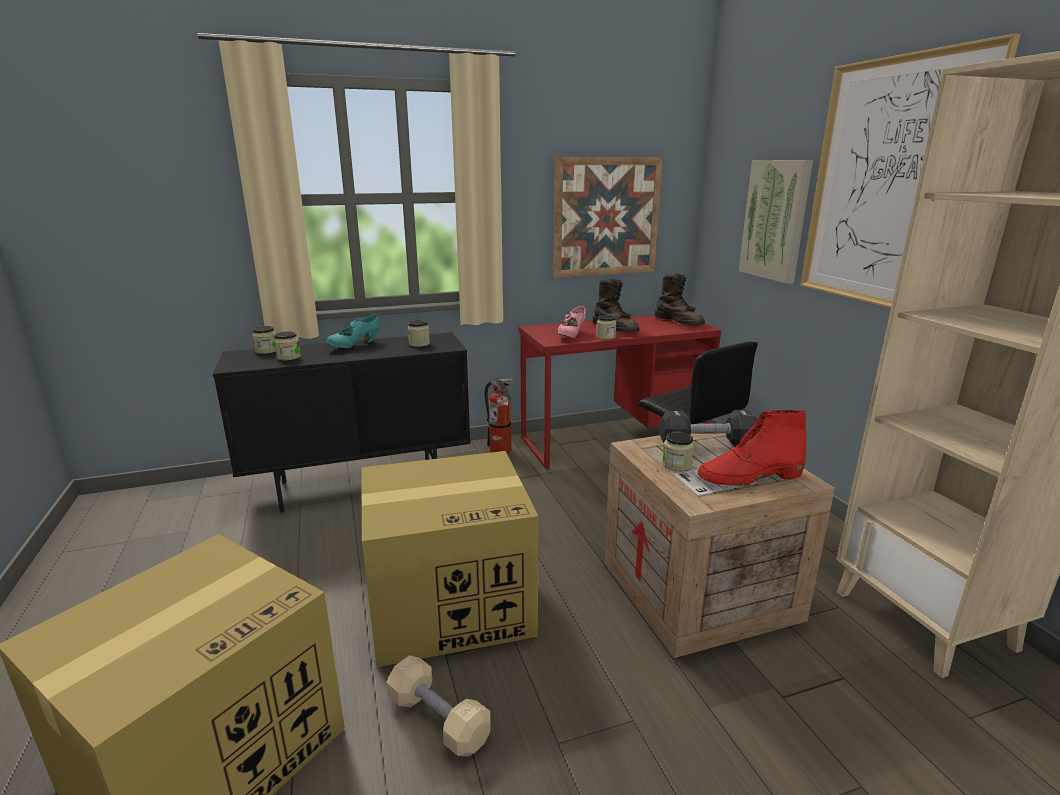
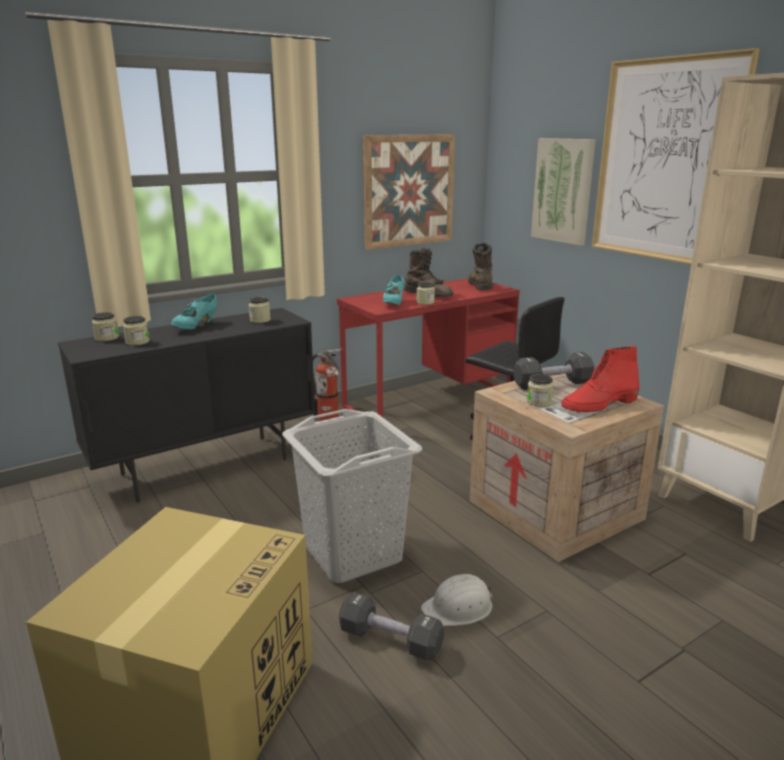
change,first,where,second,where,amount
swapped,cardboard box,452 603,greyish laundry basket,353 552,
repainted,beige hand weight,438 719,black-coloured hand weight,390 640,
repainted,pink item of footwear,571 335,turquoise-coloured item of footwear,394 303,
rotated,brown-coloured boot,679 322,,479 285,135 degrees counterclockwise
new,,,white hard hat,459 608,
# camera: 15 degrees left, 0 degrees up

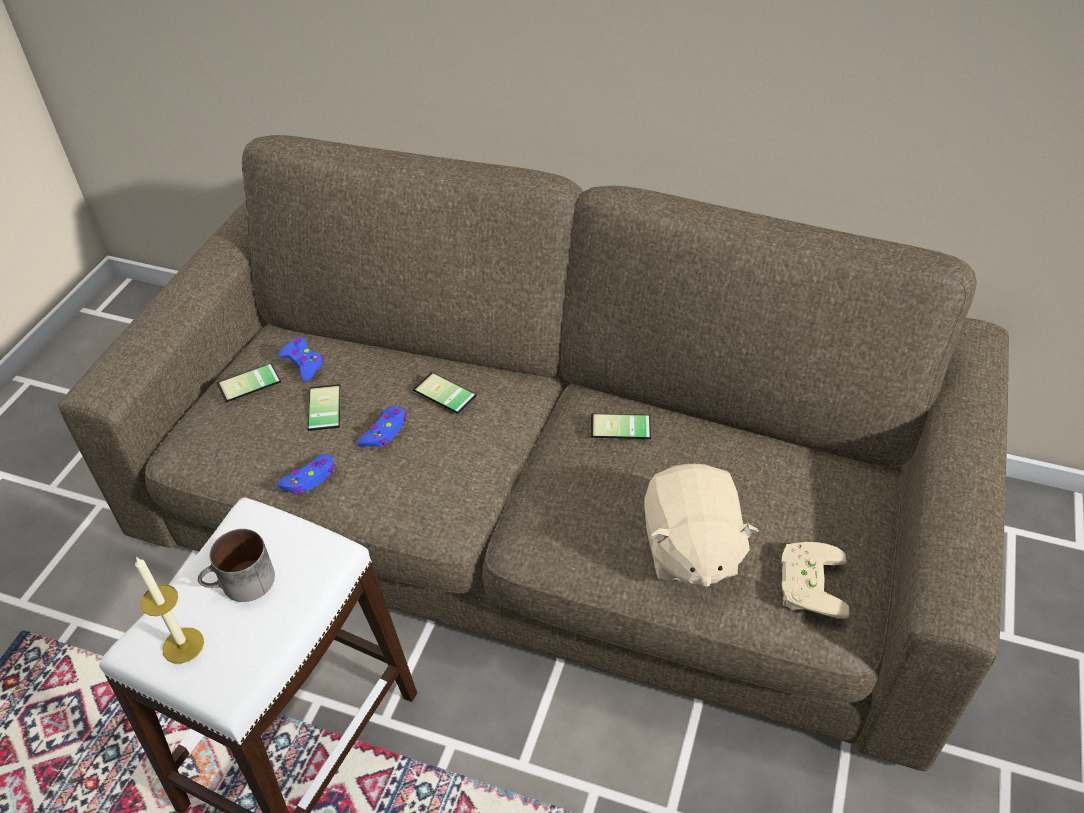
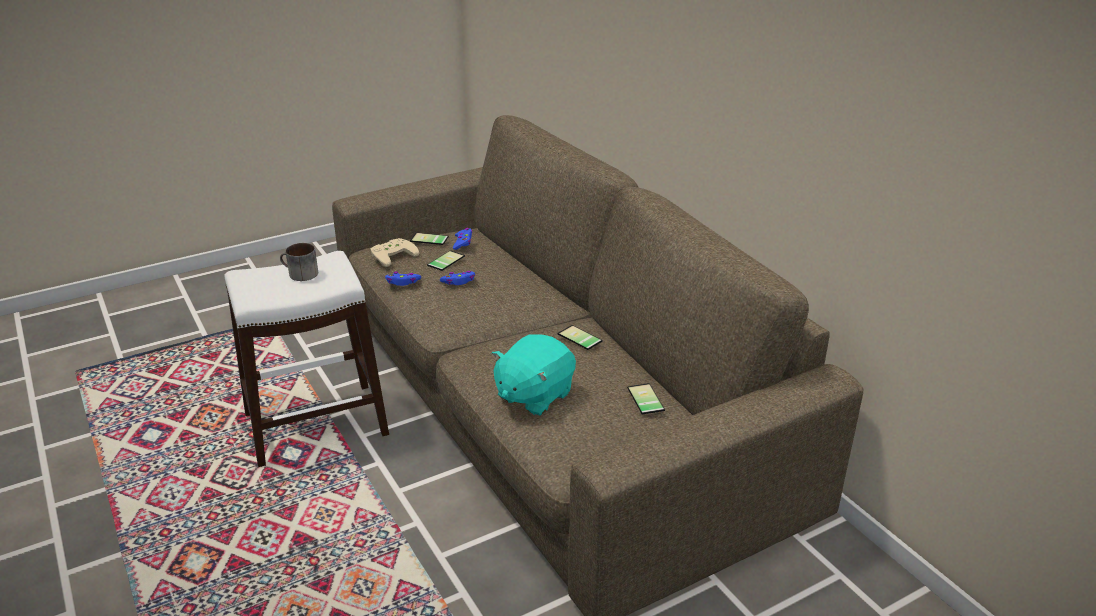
change,first,where,second,where,amount
gone,candle,183 645,,,
shifted,telephone,442 395,,643 399,
repainted,beige plush toy,689 549,turquoise-coloured plush toy,533 395,
shifted,beige game controller,806 582,,392 254,
# camera: 40 degrees right, 15 degrees down

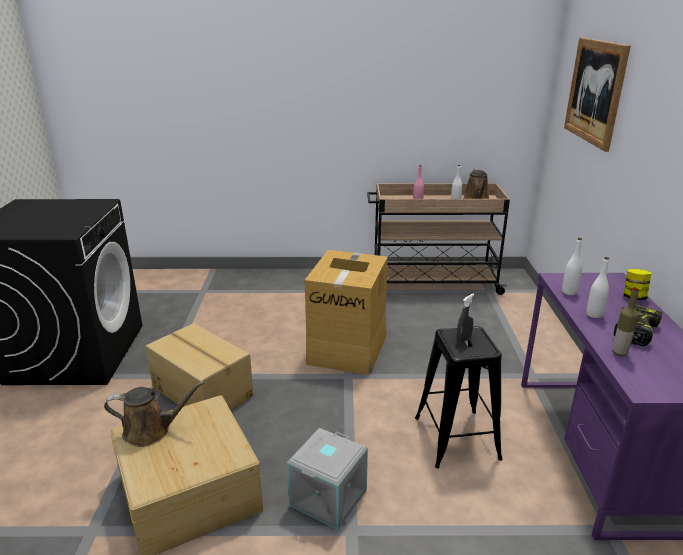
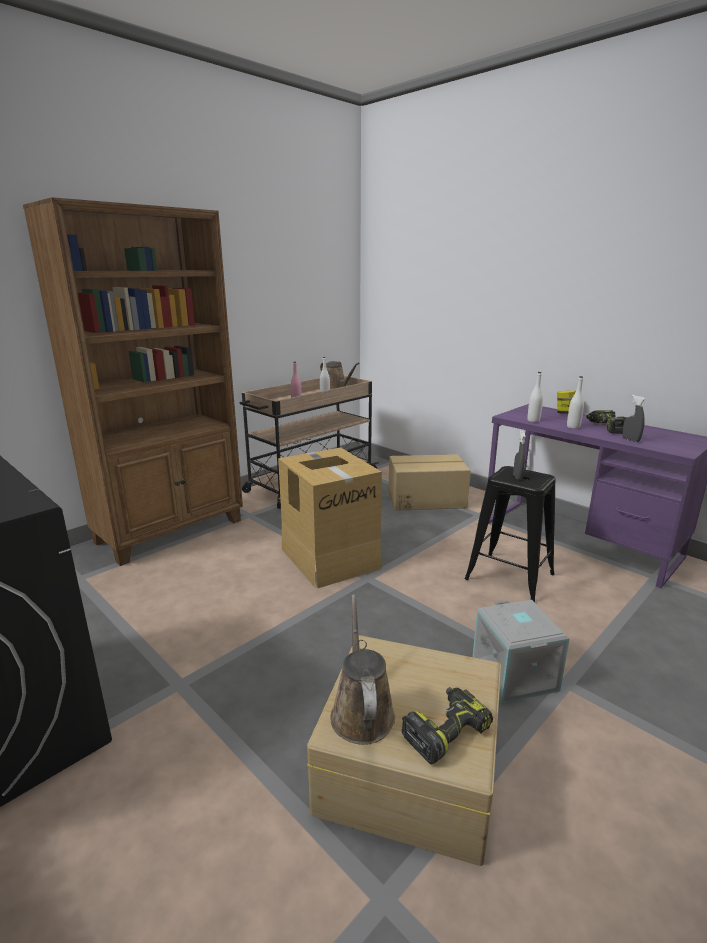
change,first,where,second,where,amount
rotated,brown-coloured watering pot,151 431,,361 711,45 degrees counterclockwise
shifted,cardboard box,203 390,,426 499,
gone,wall art,595 91,,,
swapped,beverage bottle,619 353,greyish hand sprayer,630 440,
new,,,brown-coloured shelving unit,171 531,
new,,,drill,445 730,
# camera: 45 degrees left, 5 degrees down

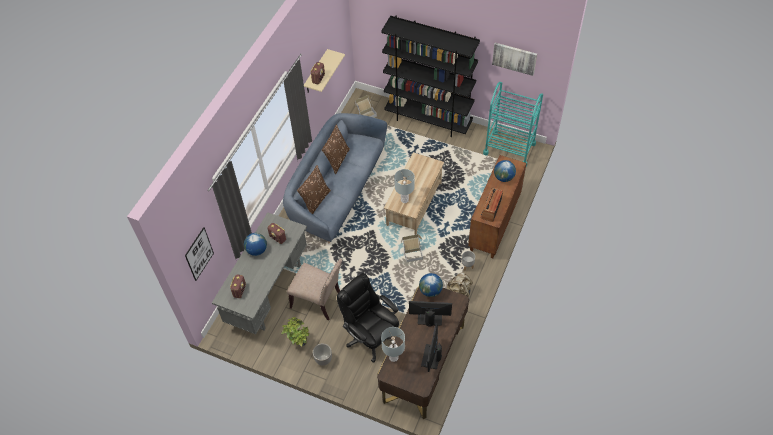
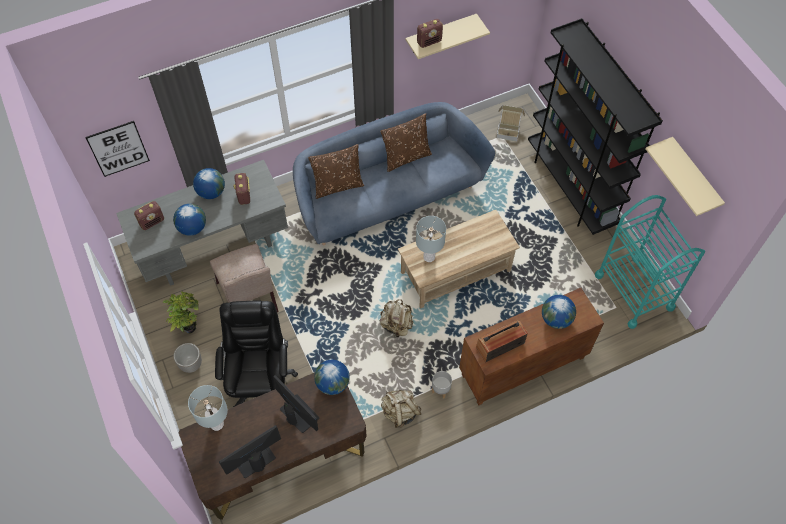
change,first,where,second,where,amount
swapped,cardboard box,412 252,beige rucksack,396 325,
swapped,wall art,514 58,beige wall shelf,694 176,
new,,,desk globe,192 228,
# camera: 40 degrees right, 5 degrees up

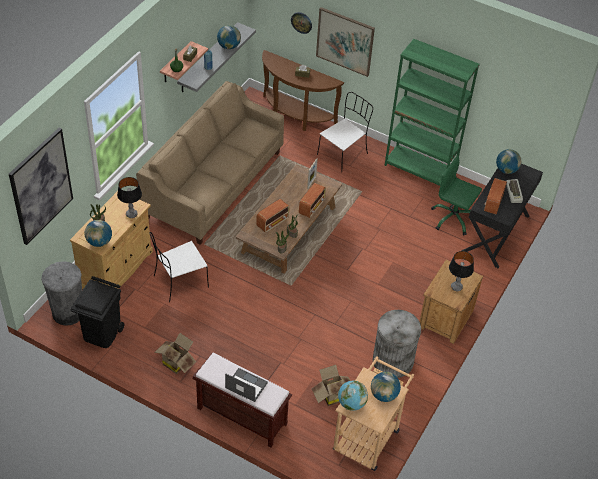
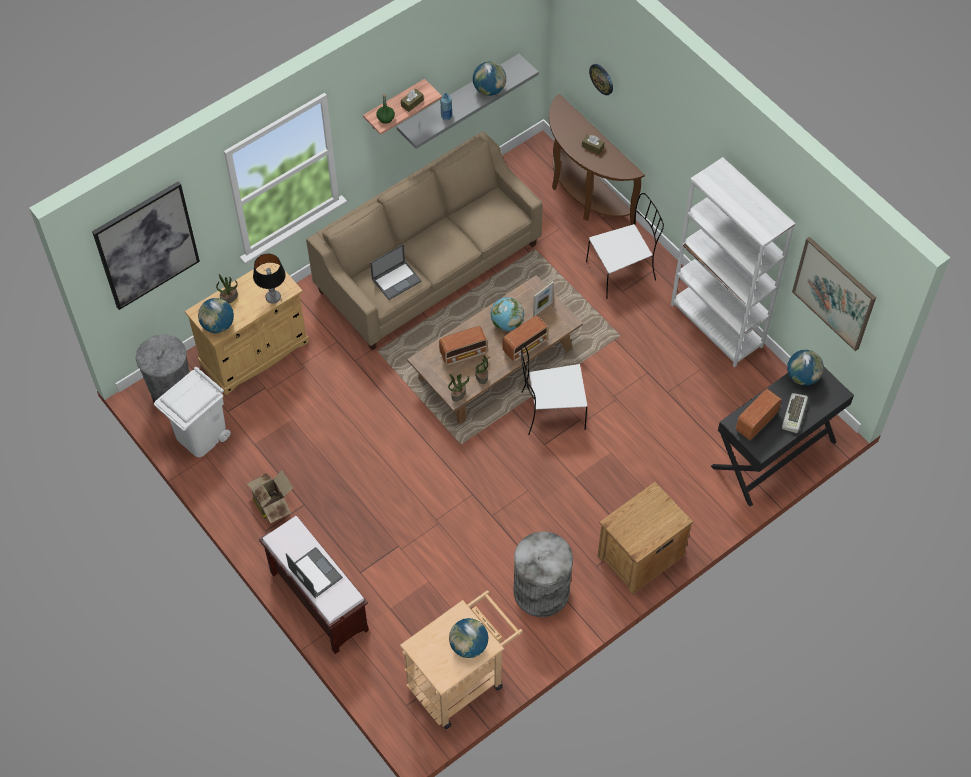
change,first,where,second,where,amount
repainted,black-coloured trash can,102 333,white trash can,201 436,
shifted,white chair,179 282,,551 411,
gone,cardboard box,331 395,,,
shifted,wall art,345 41,,834 293,
shifted,desk globe,351 403,,506 323,
repainted,greenish shelving unit,419 169,white shelving unit,716 325,
gone,greenish office chair,453 218,,,
gone,table lamp,456 287,,,
new,,,portable computer,397 280,
# camera: 25 degrees right, 10 degrees up

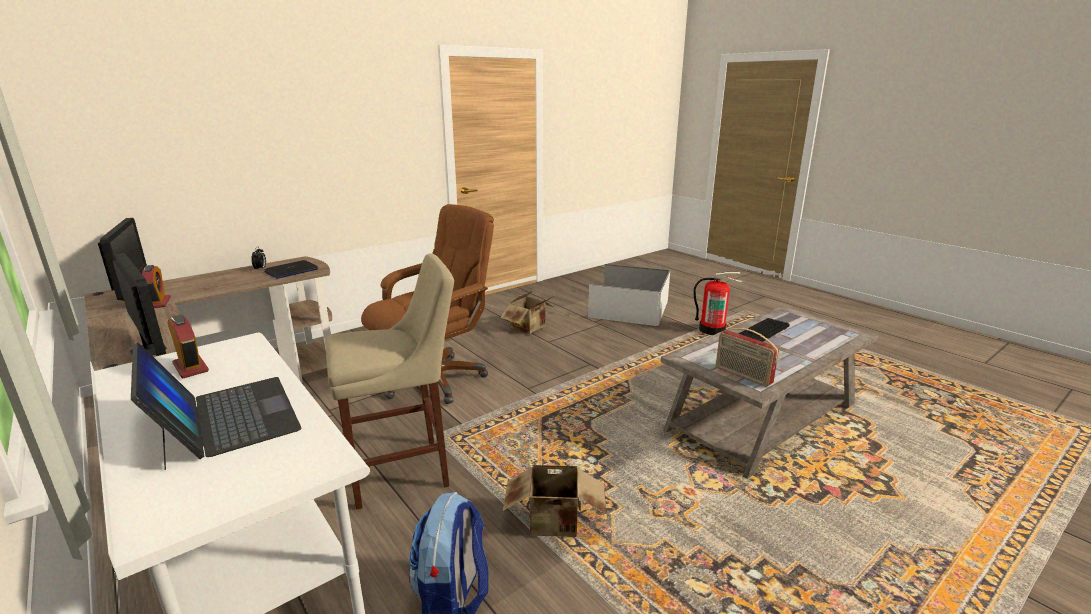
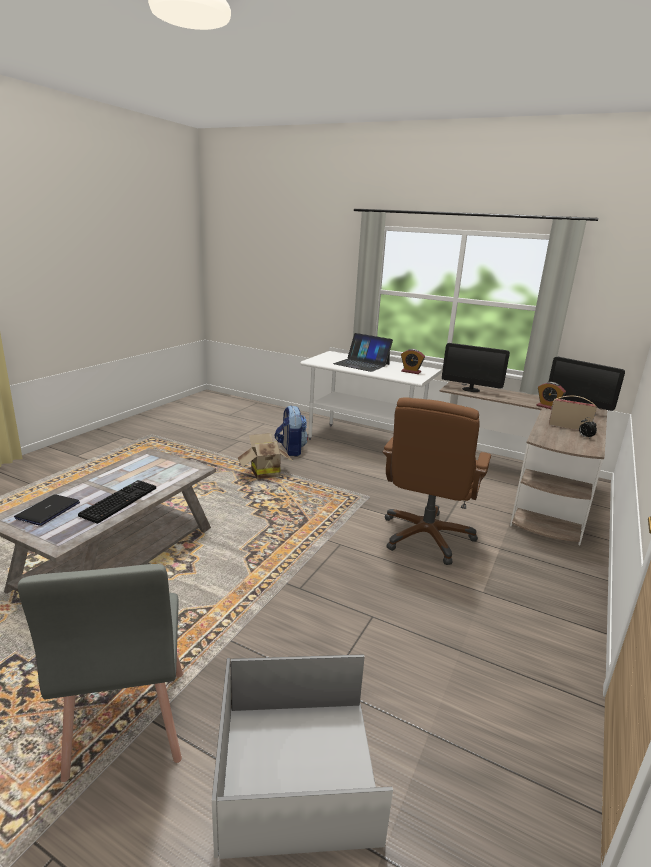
change,first,where,second,where,amount
shifted,portable computer,291 271,,48 510,
gone,beige sitting stool,404 471,,,
gone,cardboard box,530 328,,,
swapped,extinguisher,712 330,greyish chair,127 723,
shifted,radio set,742 375,,569 427,
# camera: 155 degrees right, 0 degrees up

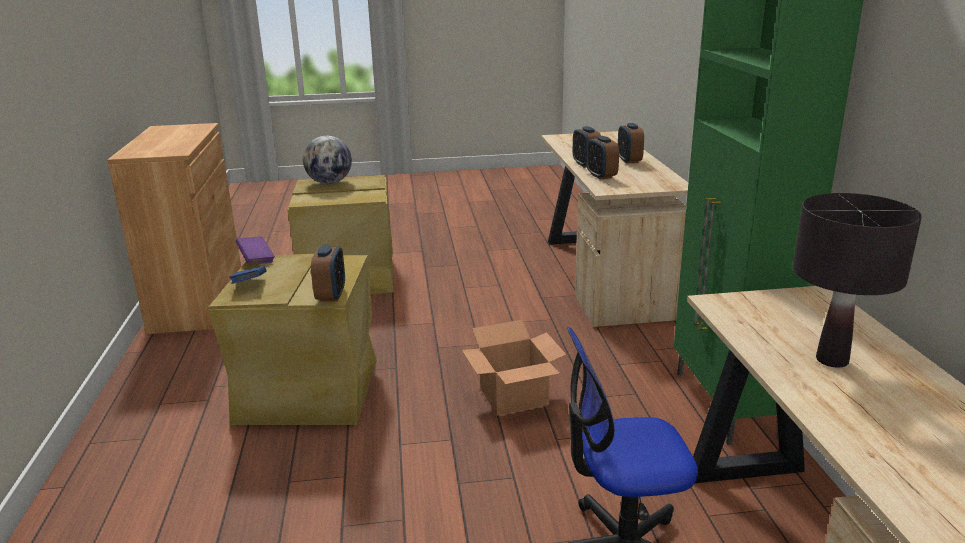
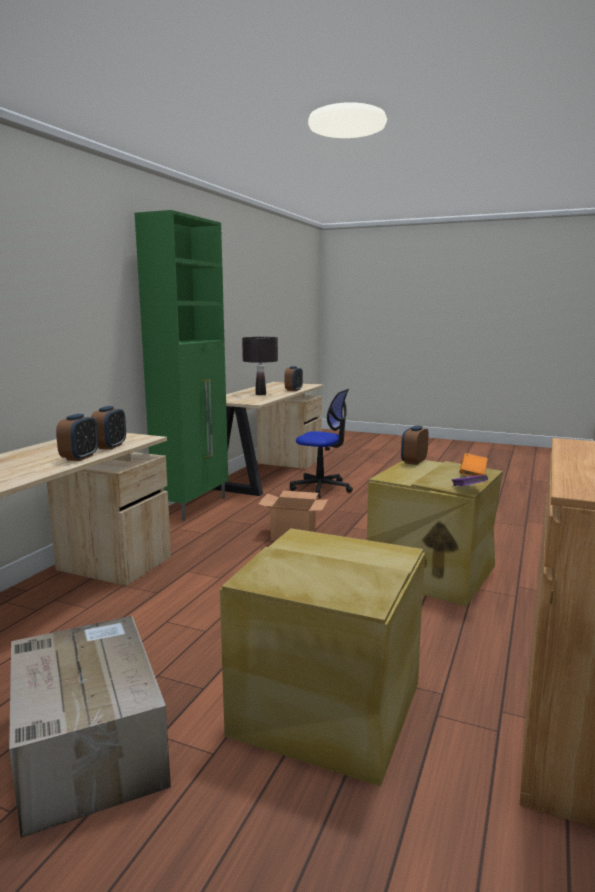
change,first,where,second,where,amount
repainted,blue-coloured volume,249 285,orange-coloured volume,473 474,
gone,desk globe,329 183,,,
shifted,alarm clock,629 160,,293 390,
new,,,cardboard box,88 744,
# camera: 150 degrees left, 10 degrees down

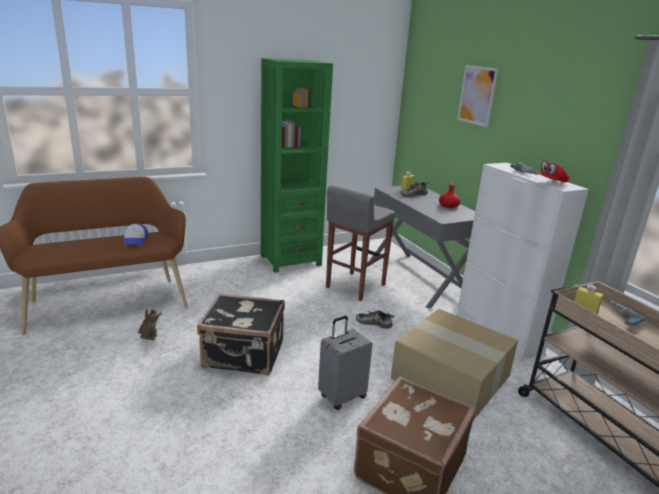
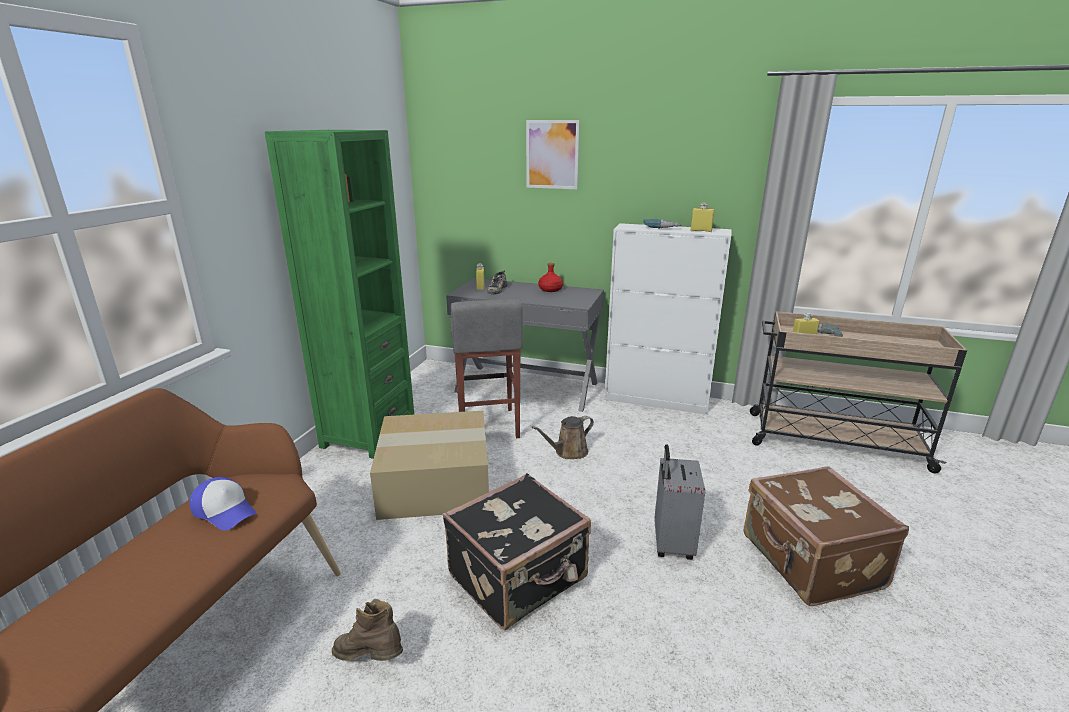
change,first,where,second,where,amount
swapped,item of footwear,374 322,brown-coloured watering pot,568 452,
shifted,cardboard box,452 376,,437 481,
swapped,red peaked cap,550 182,yellow beverage bottle,701 231,
# camera: 45 degrees left, 0 degrees up

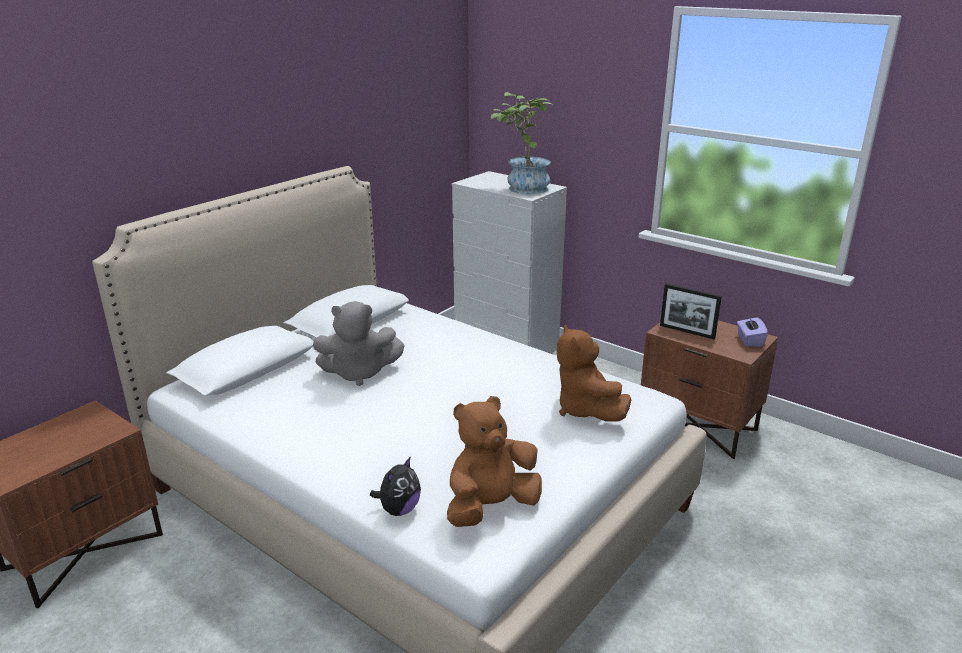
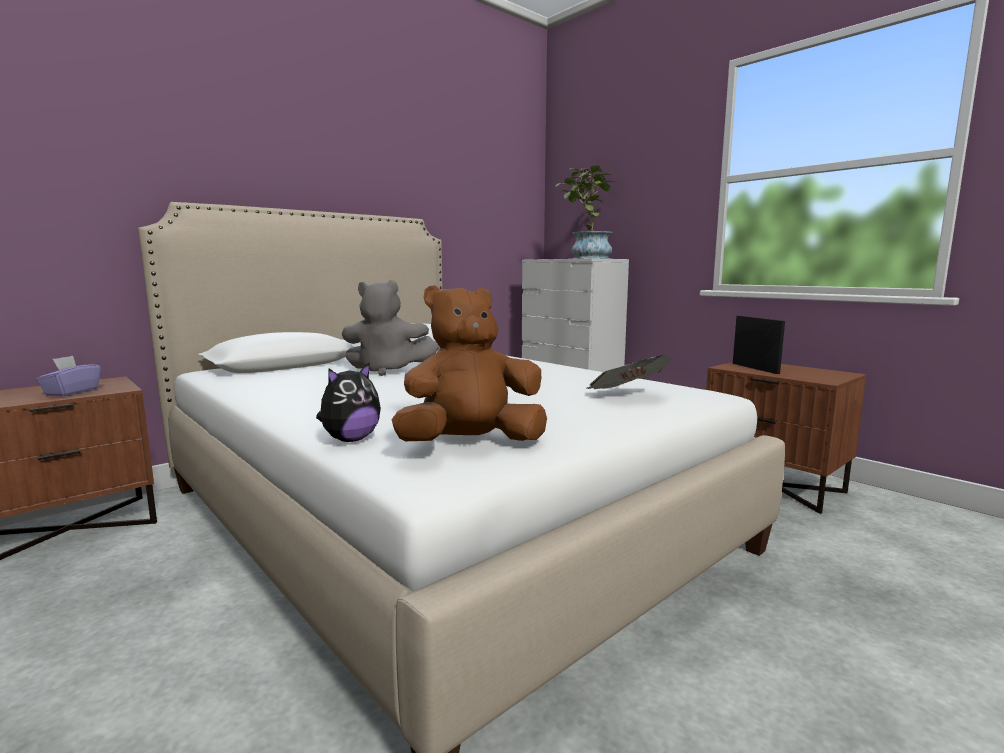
change,first,where,second,where,amount
swapped,brown-coloured plush toy,585 410,newspaper,627 396,
rotated,picture frame,687 331,,755 368,150 degrees counterclockwise
shifted,purple-coloured box of tissues,749 341,,71 392,
# camera: 10 degrees right, 15 degrees down

